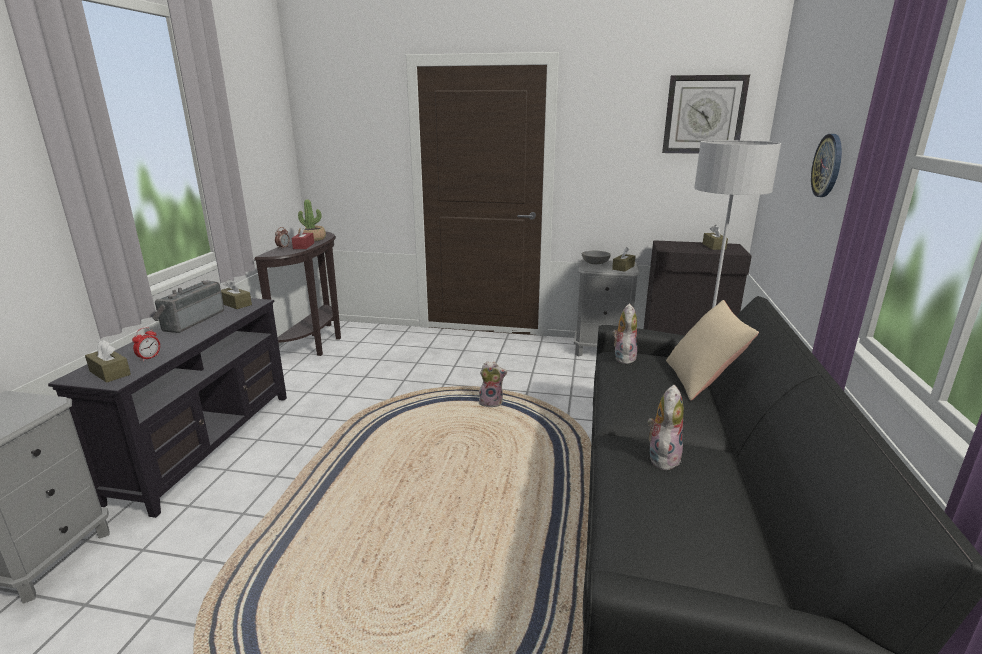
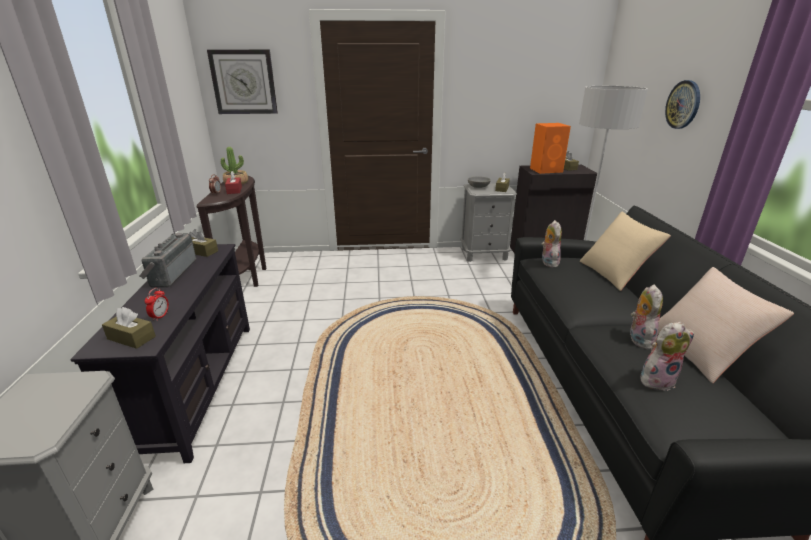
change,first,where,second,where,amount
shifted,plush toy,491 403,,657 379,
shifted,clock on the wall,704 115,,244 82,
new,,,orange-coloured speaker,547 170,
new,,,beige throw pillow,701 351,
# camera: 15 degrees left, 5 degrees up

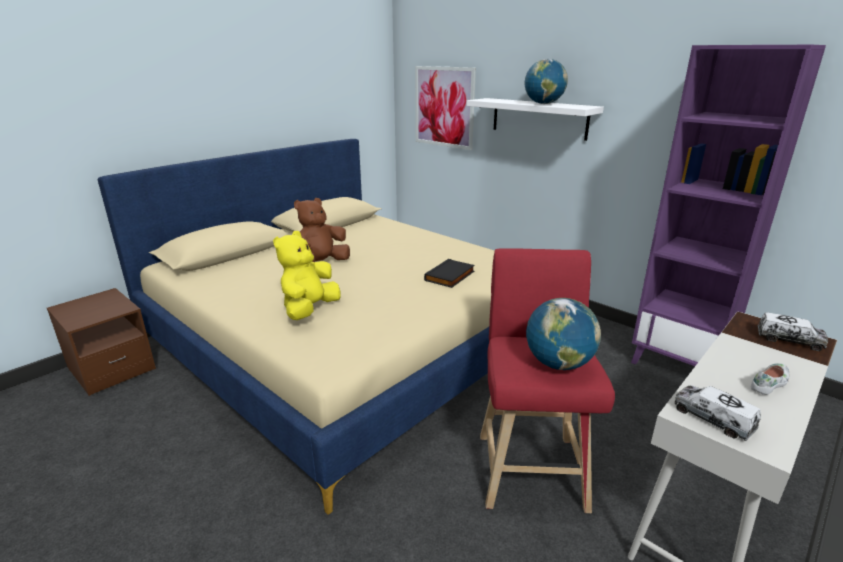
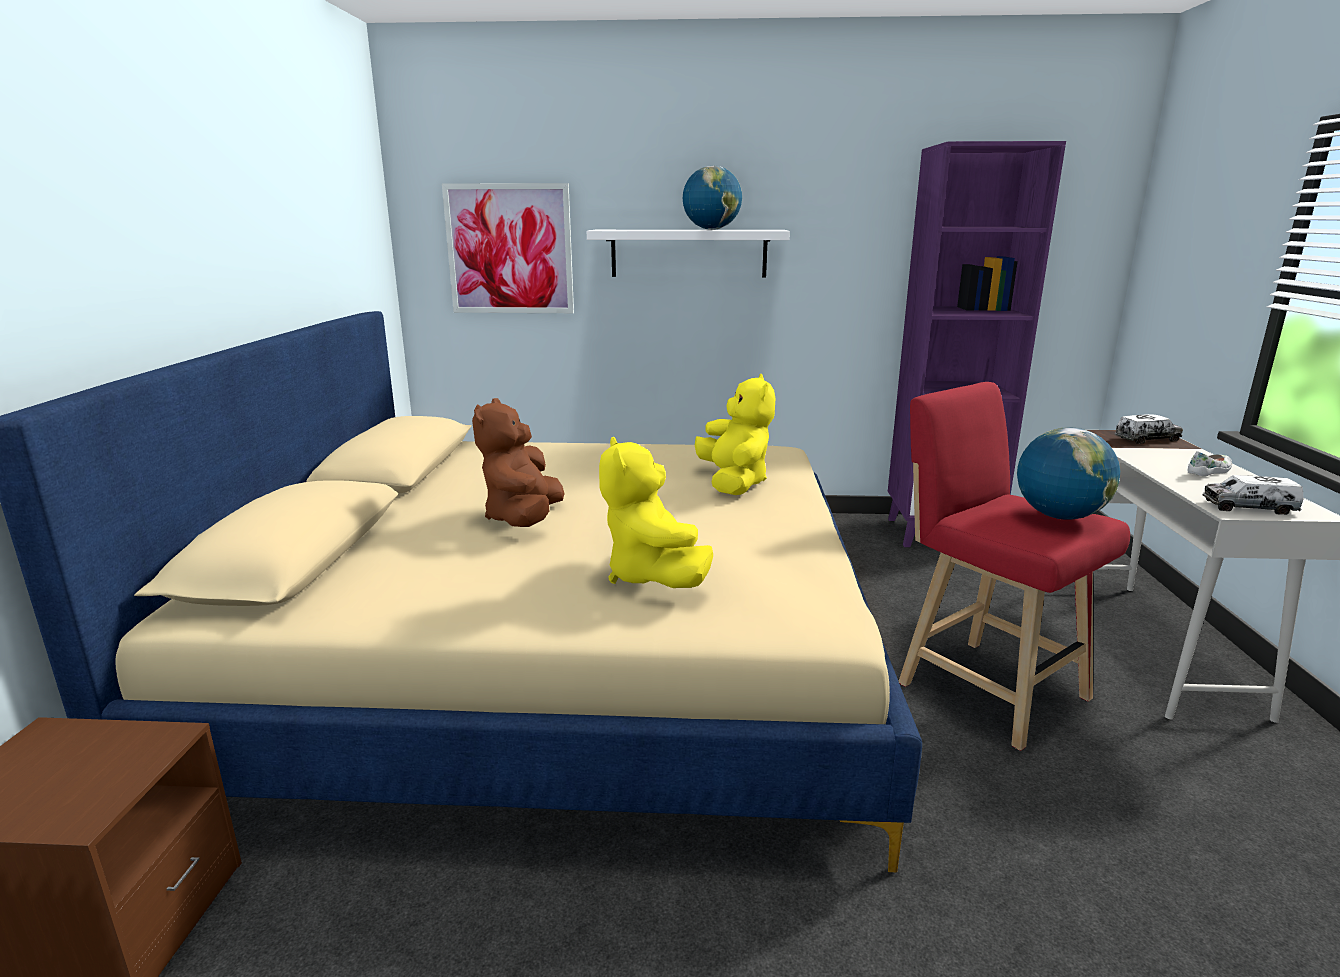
change,first,where,second,where,amount
swapped,black-coloured volume,450 276,yellow plush toy,734 483,
rotated,white item of footwear,770 383,,1210 471,45 degrees clockwise
# camera: 40 degrees left, 5 degrees down

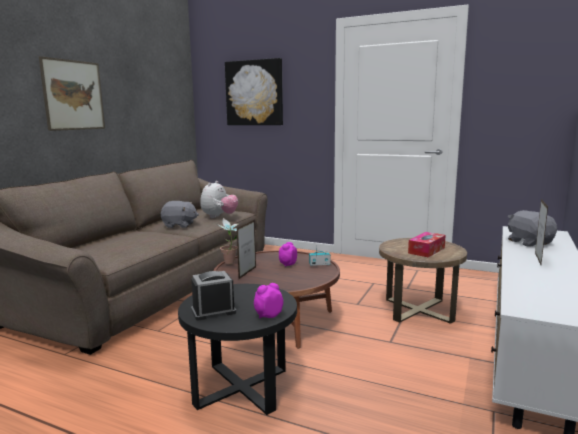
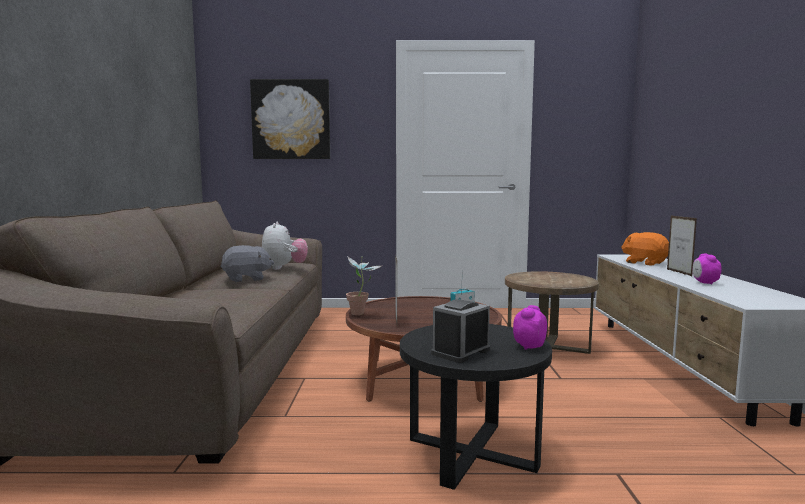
change,first,where,second,where,amount
gone,wall art,73 95,,,
shifted,alarm clock,287 264,,705 283,
gone,box of tissues,426 250,,,
repainted,greyish plush toy,529 242,orange-coloured plush toy,644 263,
# camera: 25 degrees left, 5 degrees down

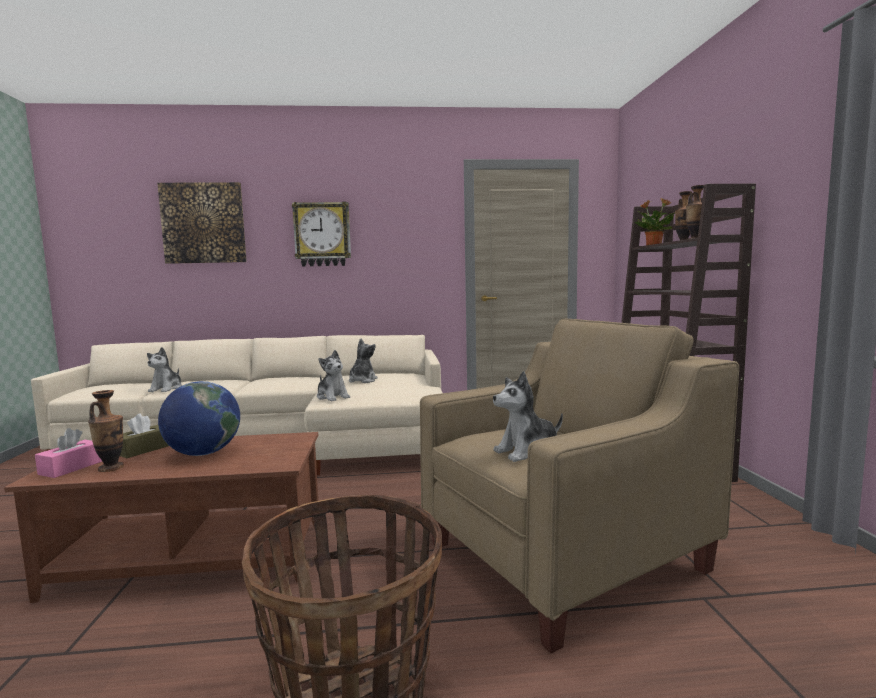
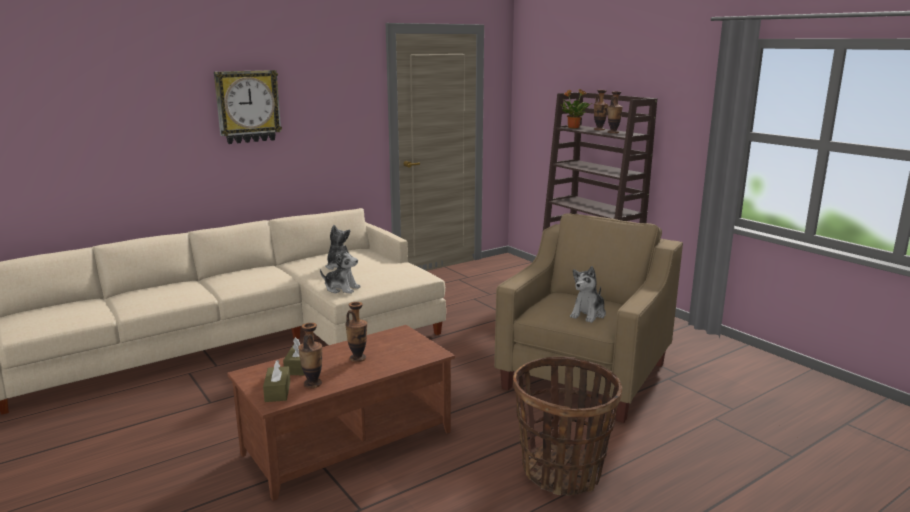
change,first,where,second,where,amount
repainted,pink box of tissues,71 467,brown-coloured box of tissues,277 391,
gone,plush toy,166 389,,,
gone,wall art,203 223,,,
swapped,desk globe,203 453,vase,358 358,
# camera: 30 degrees left, 10 degrees up

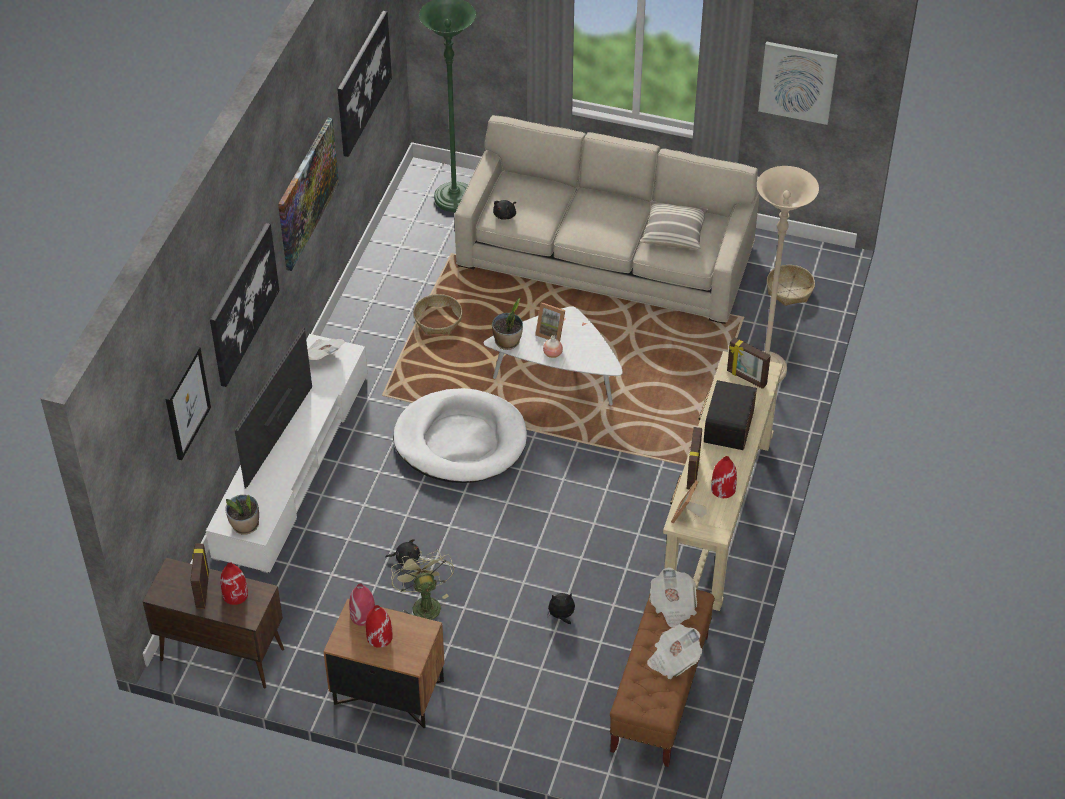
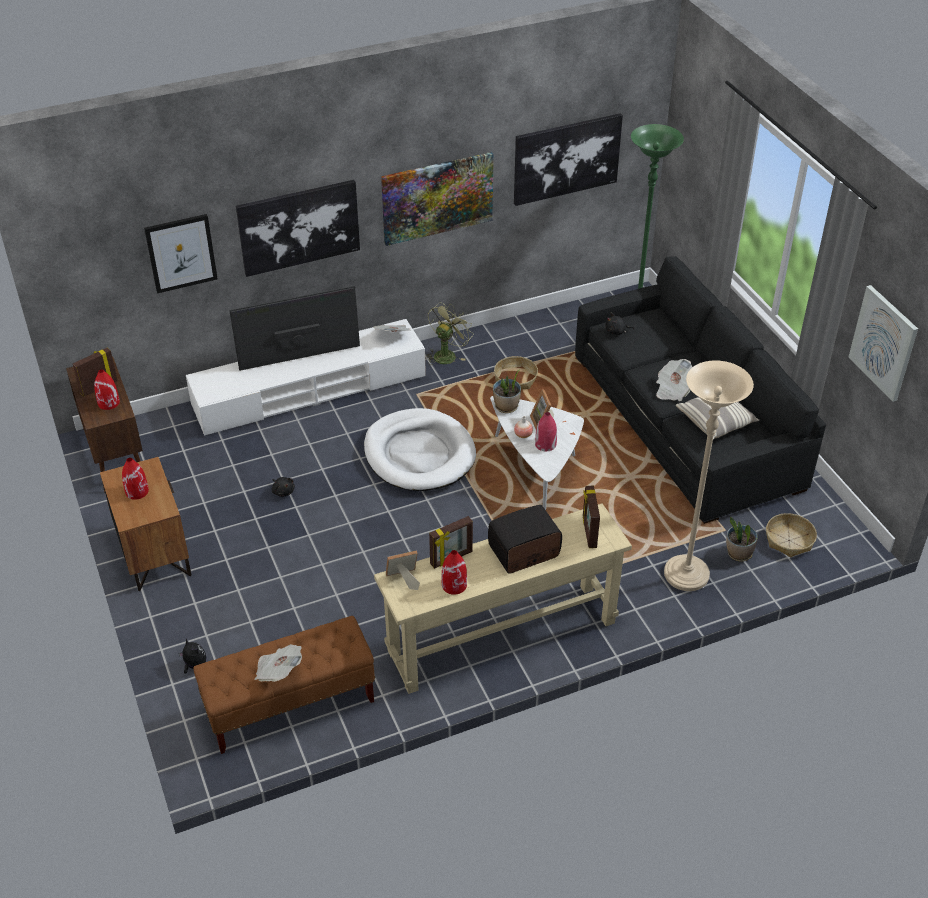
change,first,where,second,where,amount
shifted,potted plant,245 526,,738 554,
shifted,red vase,363 615,,545 444,
shifted,greenish electric fan,423 604,,447 354,
repainted,beige settee,606 256,black-coloured settee,686 422,
shifted,plush toy,561 616,,194 665,
shifted,newspaper,673 606,,673 389,
# camera: 50 degrees right, 5 degrees down

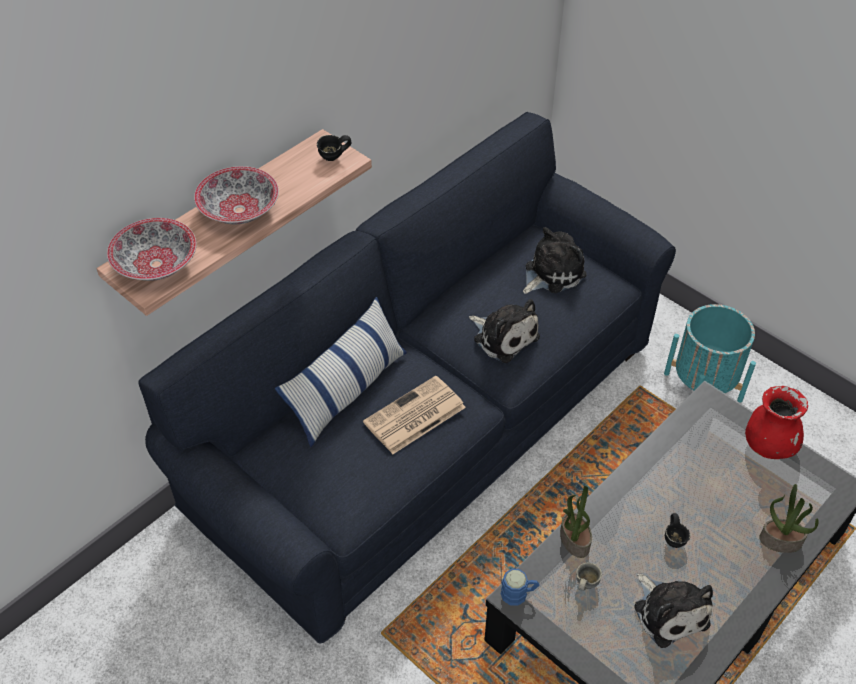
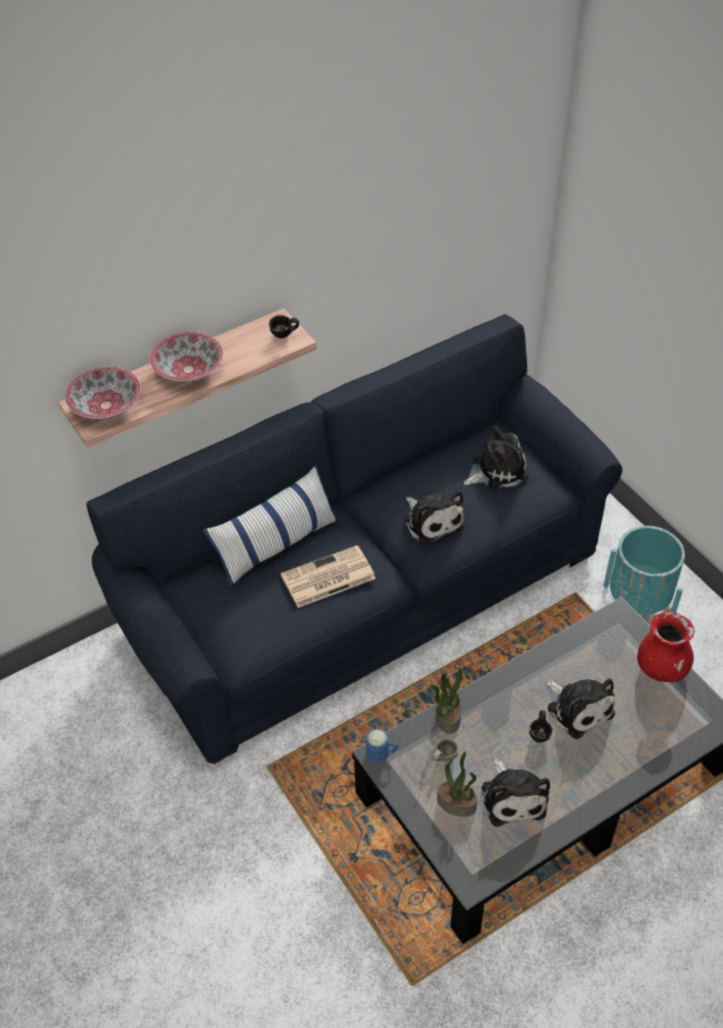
change,first,where,second,where,amount
shifted,potted plant,781 540,,457 803,
new,,,plush toy,578 708,
# camera: 15 degrees right, 0 degrees up

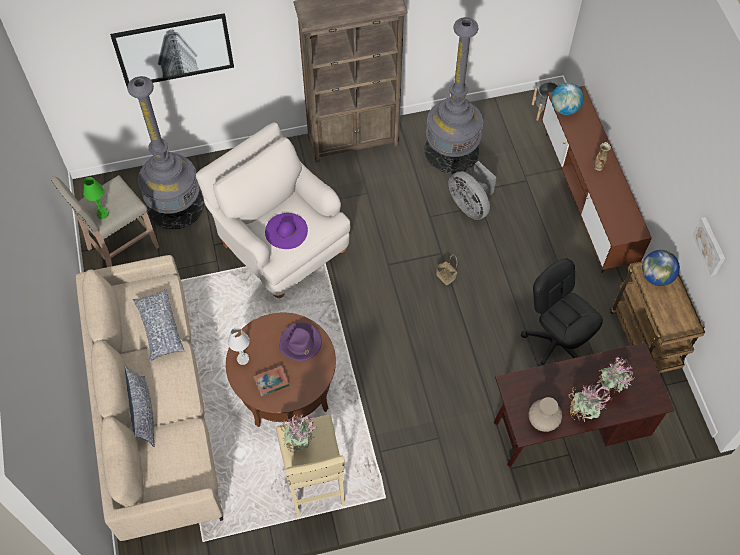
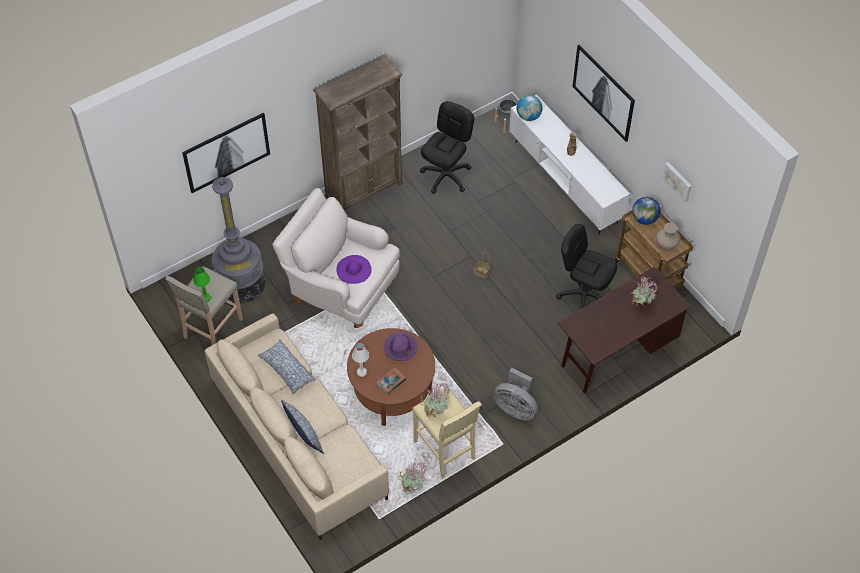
change,first,where,second,where,amount
swapped,greyish standing lamp,451 151,black-coloured office chair,446 176,
shifted,greyish electric fan,470 205,,515 408,
shifted,beige vase,543 420,,666 244,
repainted,brown-coloured media console,585 197,white media console,564 181,
shifted,potted plant,582 413,,413 488,
new,,,wall art,603 92,
# camera: 20 degrees left, 5 degrees down

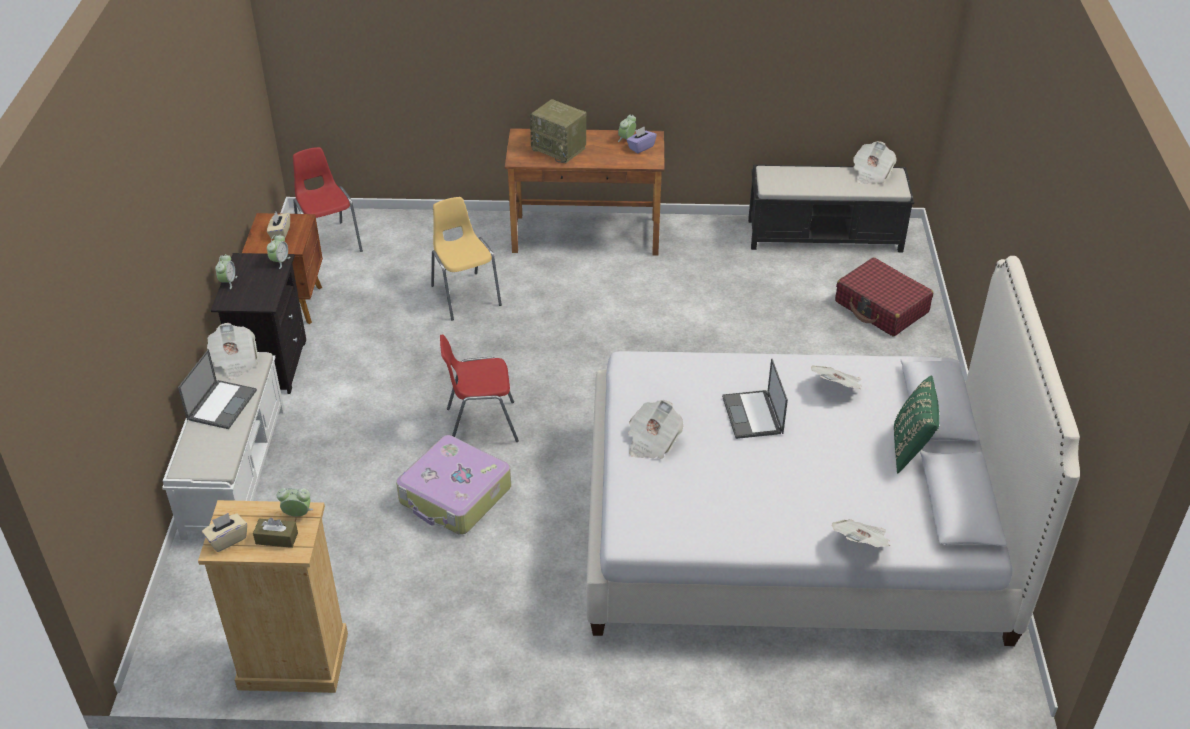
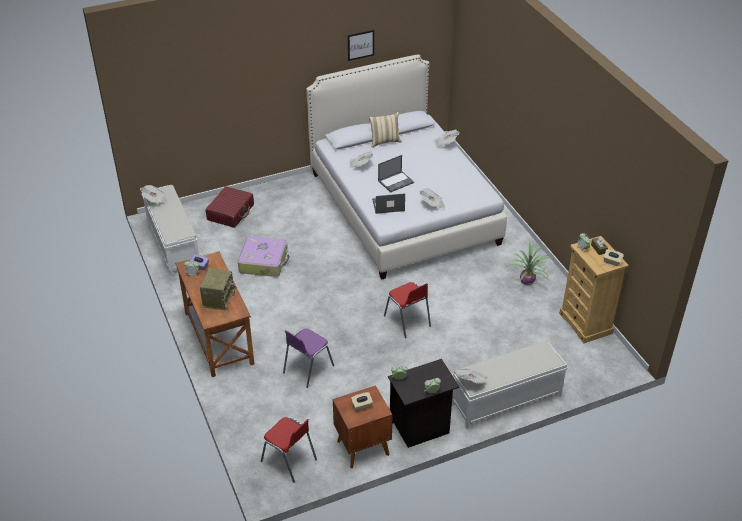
change,first,where,second,where,amount
shifted,portable computer,222 404,,388 205,
rotated,red chair,328 242,,289 460,90 degrees counterclockwise
shifted,suitcase,455 496,,264 262,
repainted,yellow chair,465 295,purple-coloured chair,307 369,
repainted,black-coloured indoor bench,825 235,white indoor bench,173 243,
repainted,greenish throw pillow,910 449,beige throw pillow,384 141,
new,,,wall art,360 45,
new,,,potted plant,528 281,
# camera: 115 degrees left, 0 degrees up

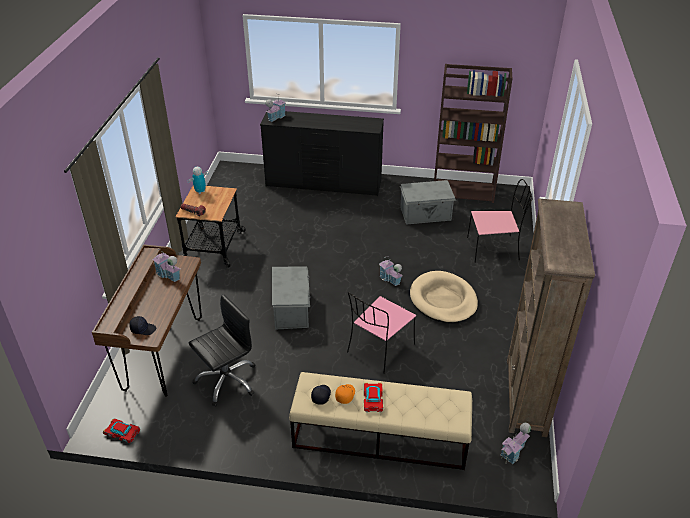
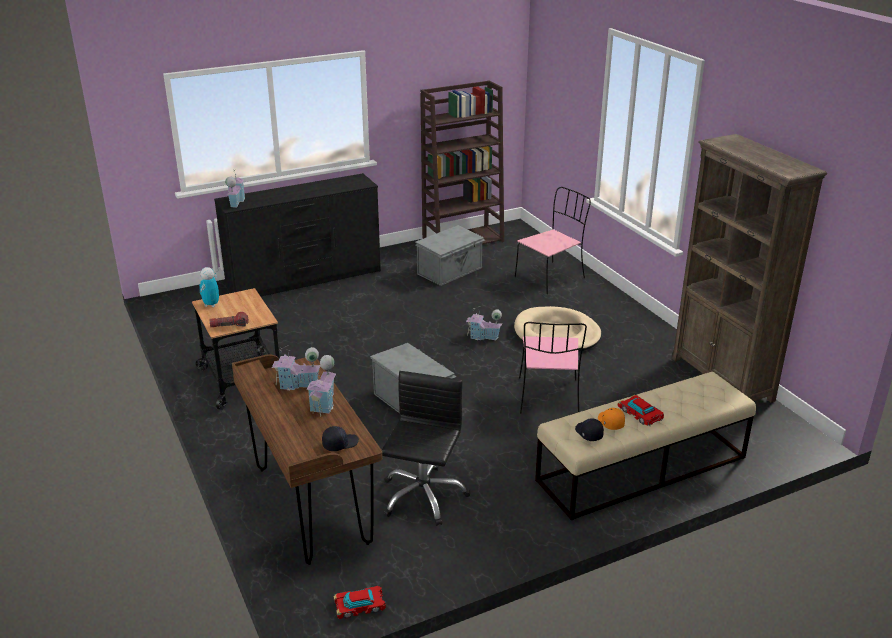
change,first,where,second,where,amount
shifted,miniature house,513 452,,324 403,
# camera: 35 degrees left, 10 degrees down

